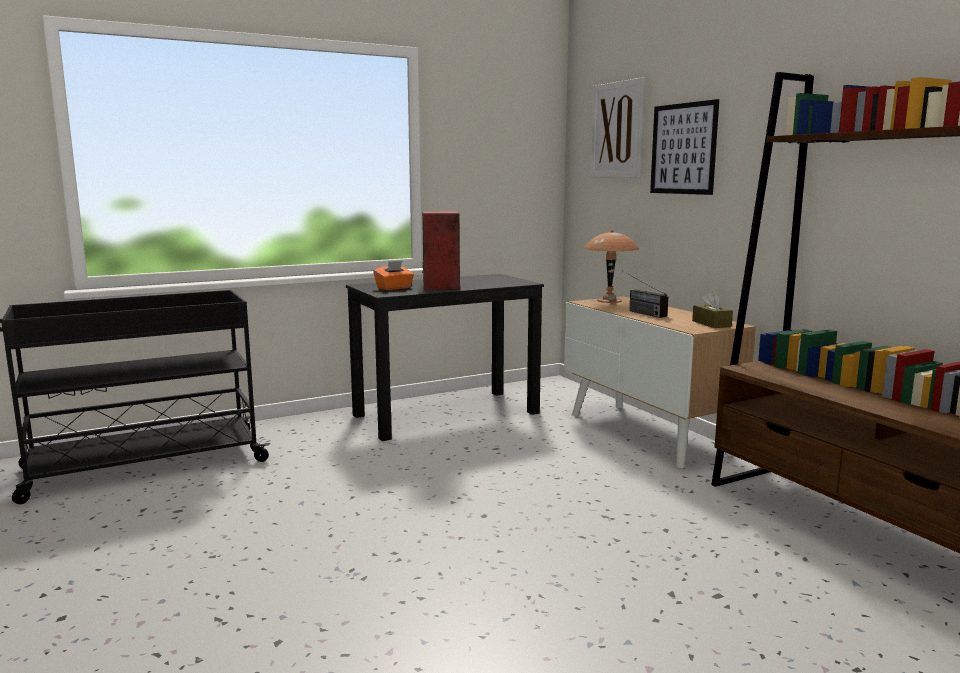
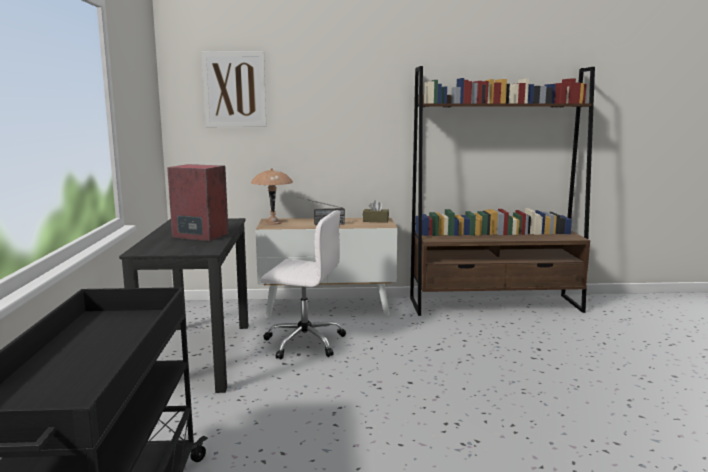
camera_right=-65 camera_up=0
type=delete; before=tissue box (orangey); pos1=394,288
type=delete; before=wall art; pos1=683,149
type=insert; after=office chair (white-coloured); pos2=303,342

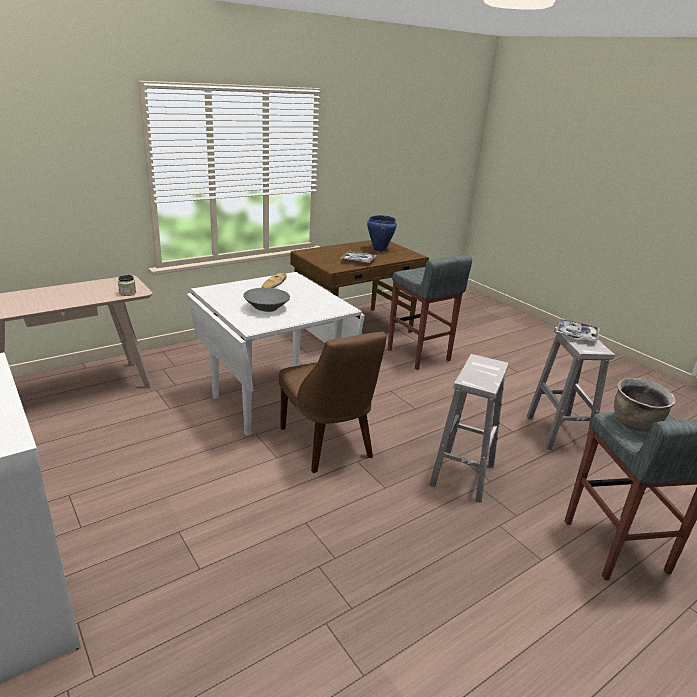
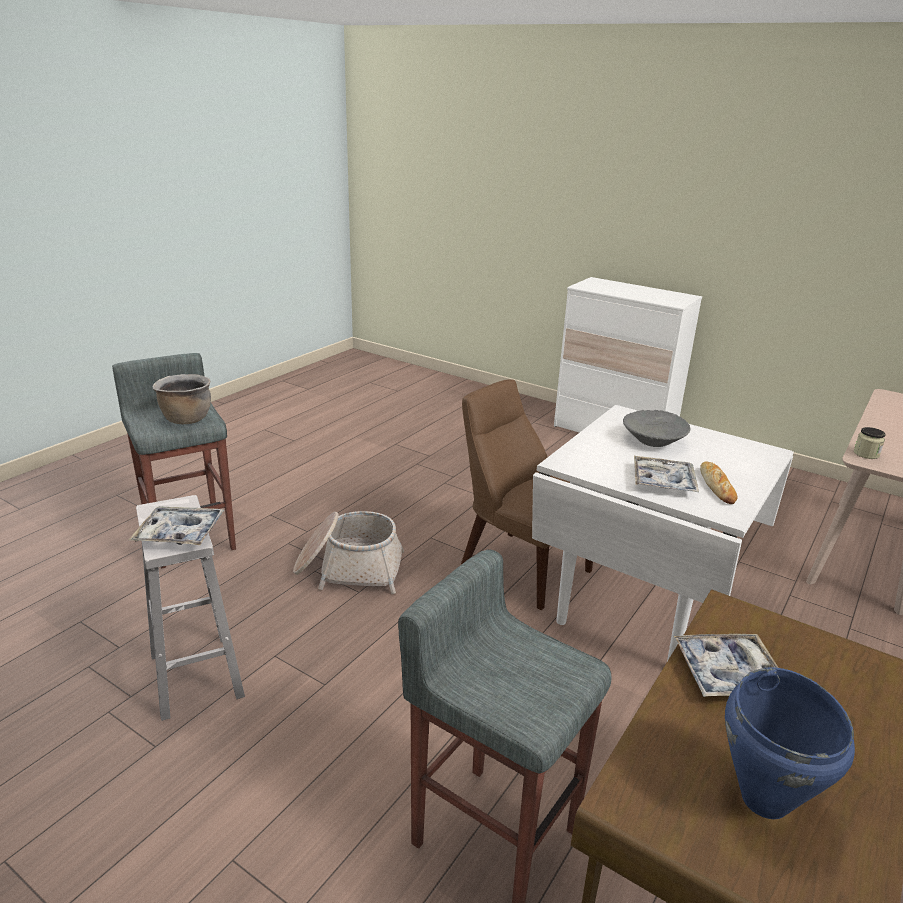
camera_right=160 camera_up=0
type=insert; after=carrying tray; pos2=663,481
type=replace; before=stool seat (white-coloured); after=storage basket; pos1=462,475; pos2=349,569

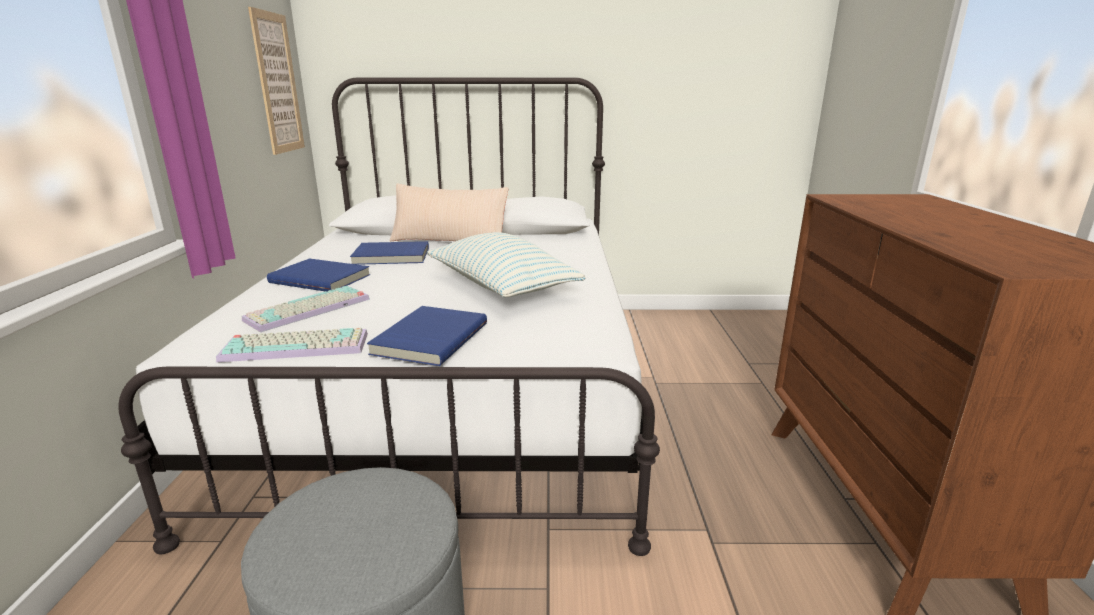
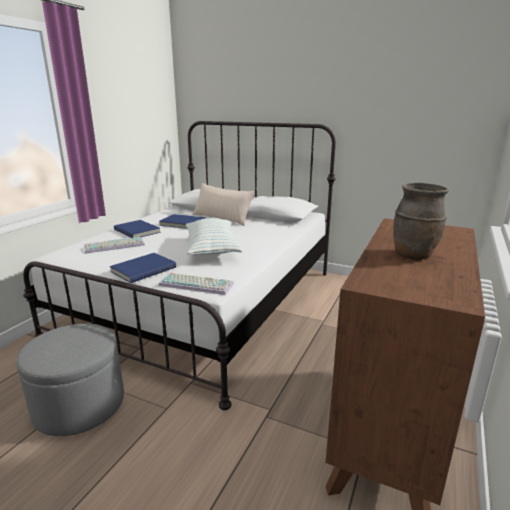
camera_right=25 camera_up=0
type=delete; before=wall art; pos1=278,84
type=insert; after=decorative vase (brown-coloured); pos2=413,255
type=move; before=PC keyboard; pos1=298,346; pos2=197,284

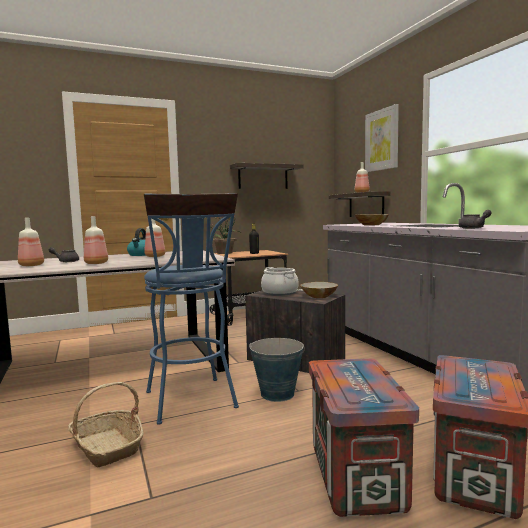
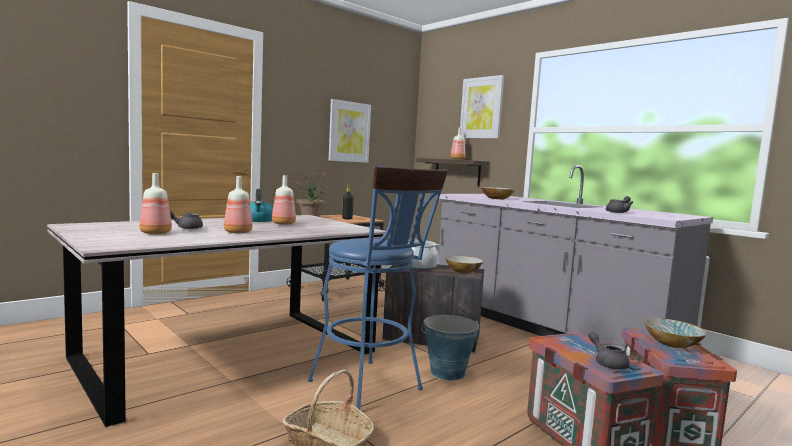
camera_right=-20 camera_up=0
type=insert; after=tea pot (grey); pos2=608,363
type=insert; after=deep dish; pos2=673,344
type=replace; before=shelf; after=wall art; pos1=263,177; pos2=349,132

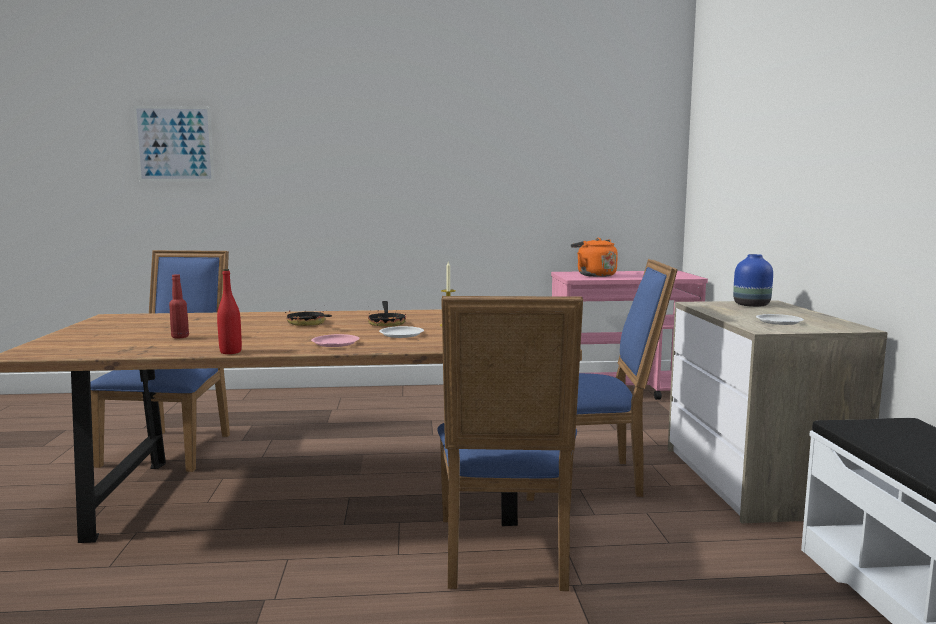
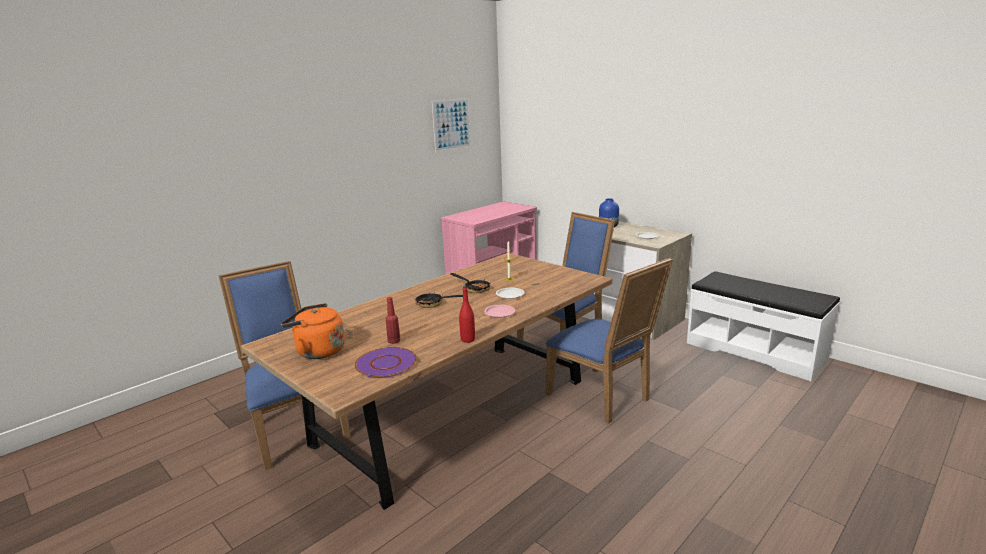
camera_right=-40 camera_up=10
type=insert; after=dinner plate (purple); pos2=386,363
type=move; before=wall art; pos1=174,144; pos2=452,124
type=move; before=water kettle (orangey); pos1=594,275; pos2=318,351

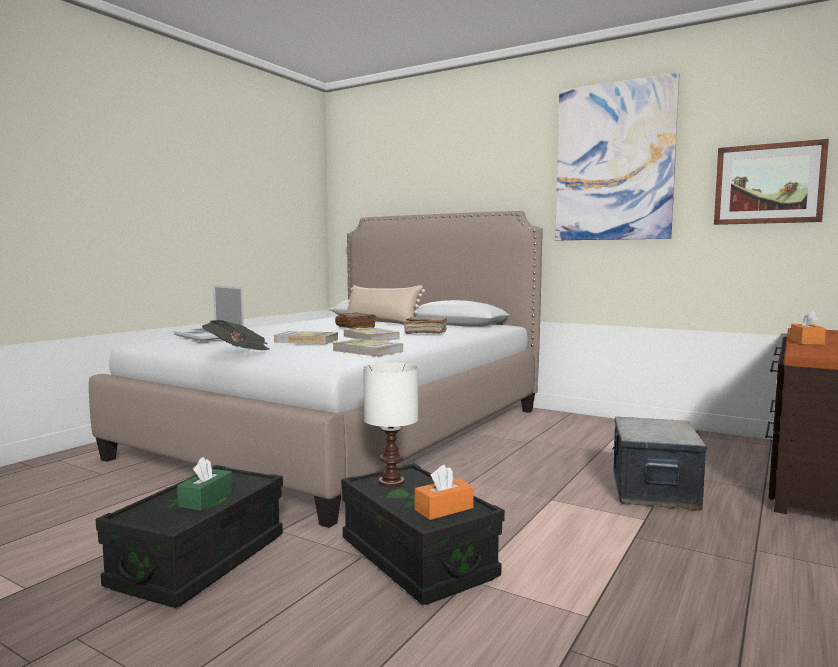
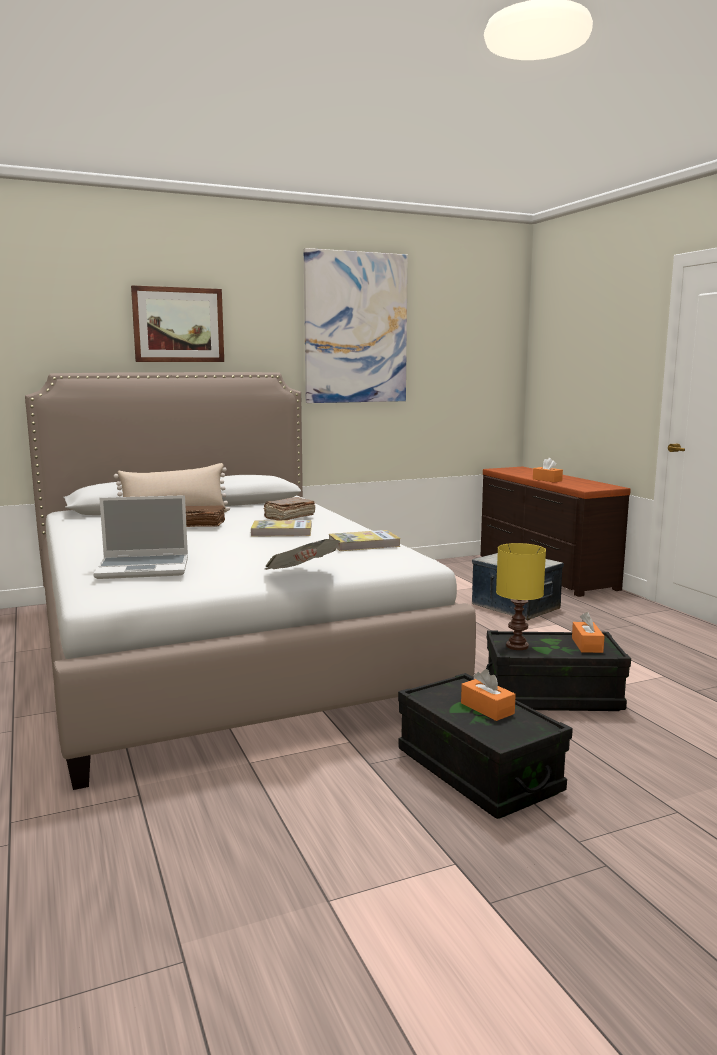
camera_right=-55 camera_up=5
type=delete; before=bound book; pos1=306,341
type=move; before=wall art; pos1=768,184; pos2=178,325
type=recolor; before=tissue box (green-coloured); after=tissue box (orangey); pos1=206,499; pos2=487,708
type=recolor; before=lamp for a table (white-coloured); after=lamp for a table (yellow-coloured); pos1=390,482; pos2=517,646

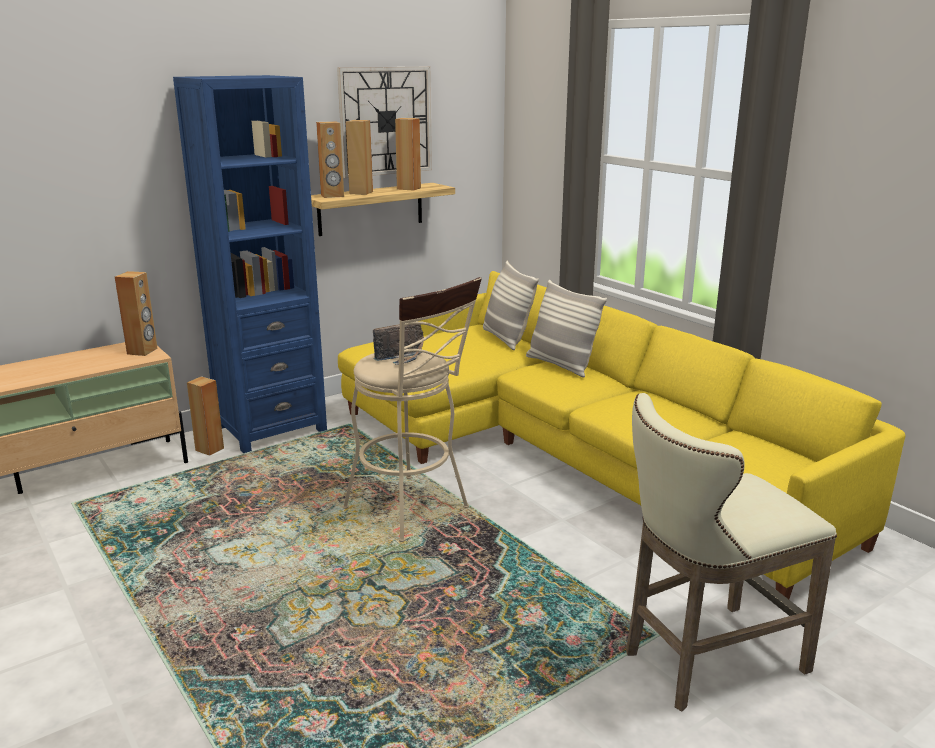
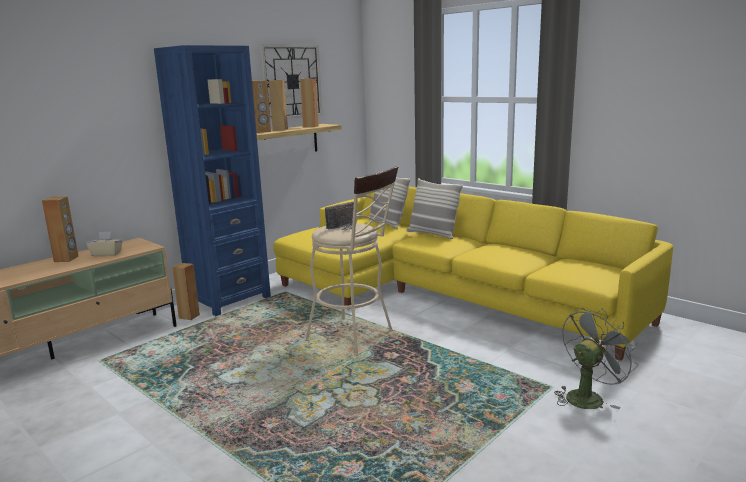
camera_right=-10 camera_up=-5
type=insert; after=tissue box (sand-coloured); pos2=107,254
type=move; before=loudspeaker (brown-coloured); pos1=142,351; pos2=66,259
type=replace; before=stool seat (sand-coloured); after=fan (grey); pos1=704,660; pos2=588,396

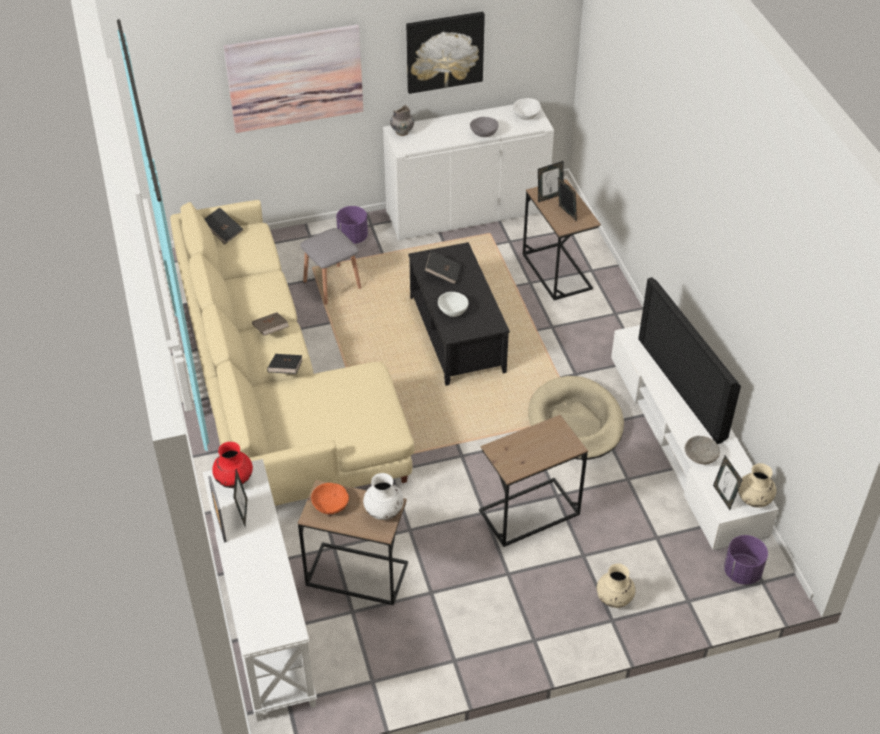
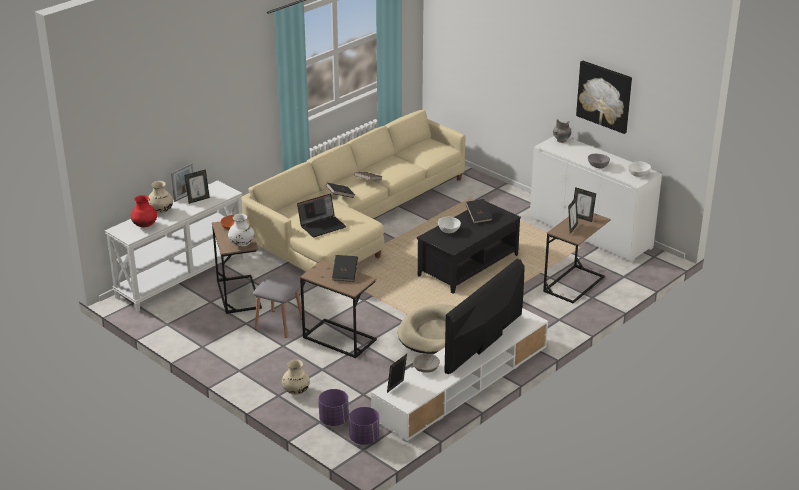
camera_right=60 camera_up=-15
type=delete; before=wall art; pos1=295,78
type=insert; after=portable computer; pos2=322,225
type=move; before=bound book (blackish); pos1=223,232; pos2=345,274
type=move; before=decorative vase (red-coloured); pos1=234,480; pos2=145,225
type=move; before=stool seat (grey); pos1=332,285; pos2=279,323
type=move; before=plant pot (purple); pos1=352,237; pos2=334,420
type=move; before=decorative vase (sand-coloured); pos1=754,500; pos2=161,211

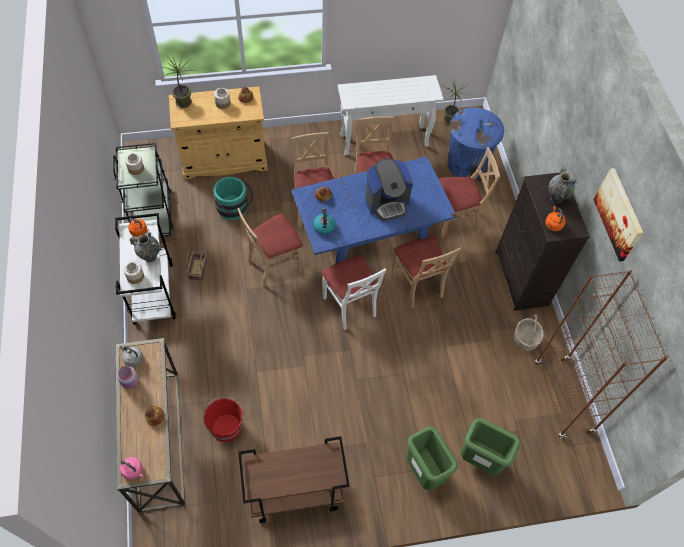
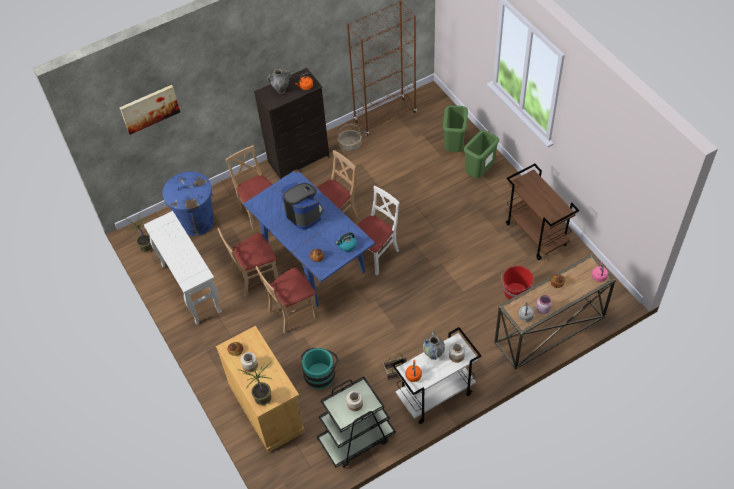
camera_right=-105 camera_up=-5
type=delete; before=upright chair (sand-coloured); pos1=274,264
type=move; before=wall art; pos1=619,214; pos2=149,108

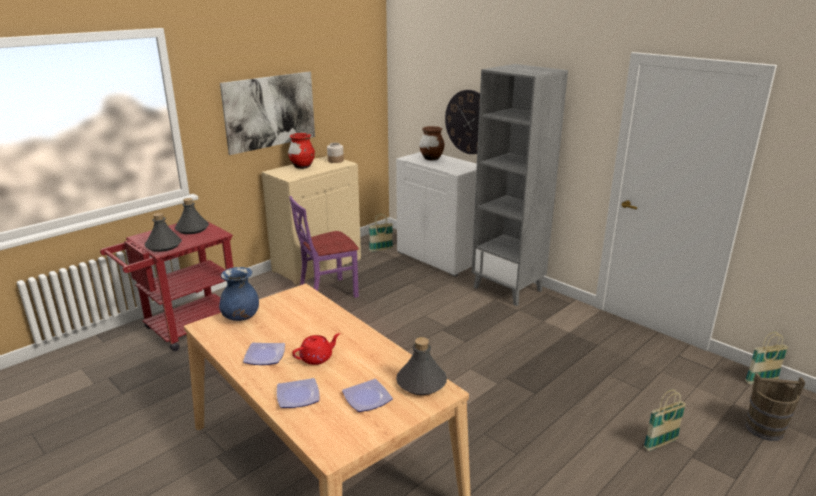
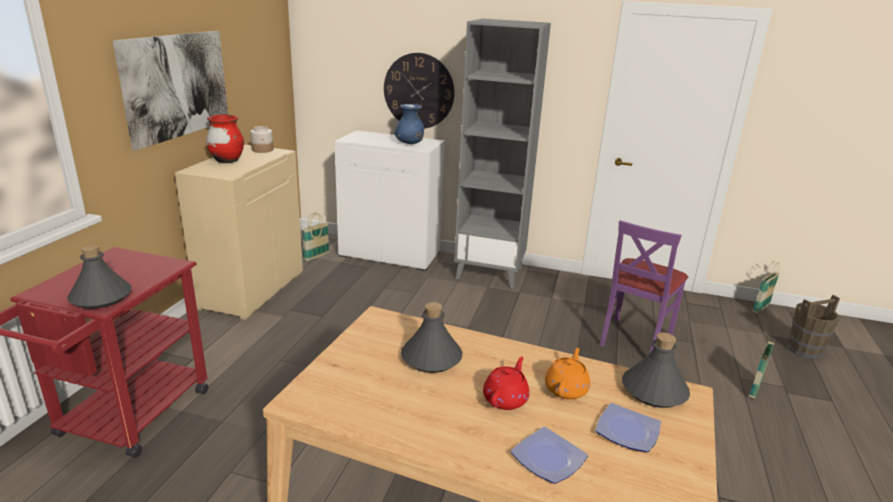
camera_right=-30 camera_up=0
type=delete; before=dinner plate; pos1=264,356
type=delete; before=decorative vase (brown-coloured); pos1=431,158
type=insert; after=tea pot (orangey); pos2=566,389
type=move; before=drink bottle (grey); pos1=192,229; pos2=431,358
type=move; before=decorative vase (blue); pos1=241,317; pos2=409,143
type=move; before=upright chair (purple); pos1=328,292; pos2=634,340

